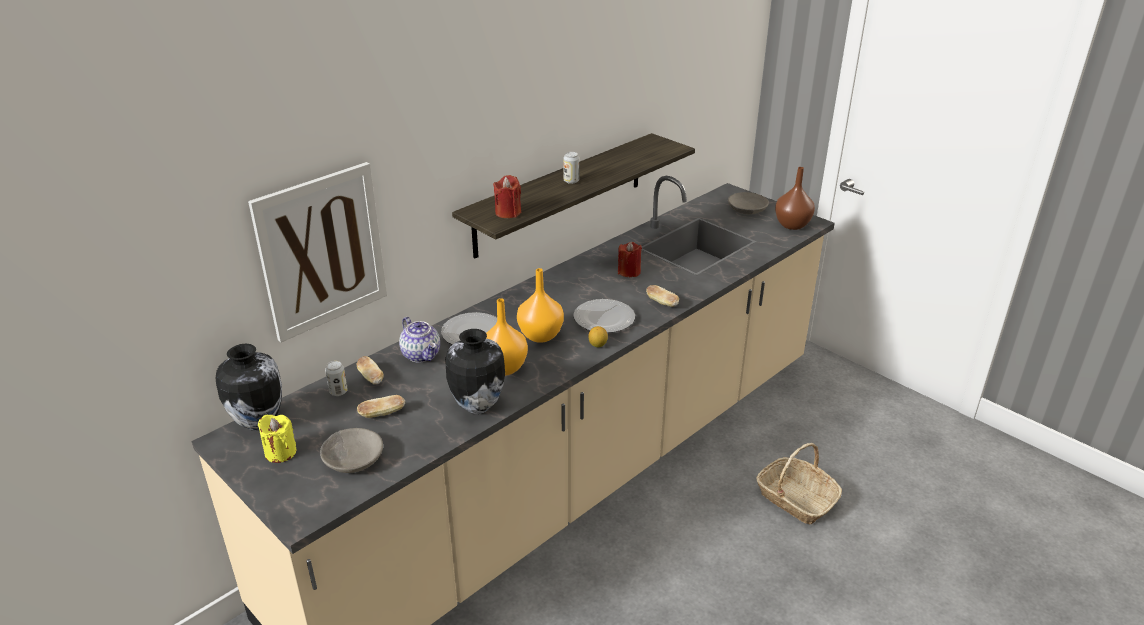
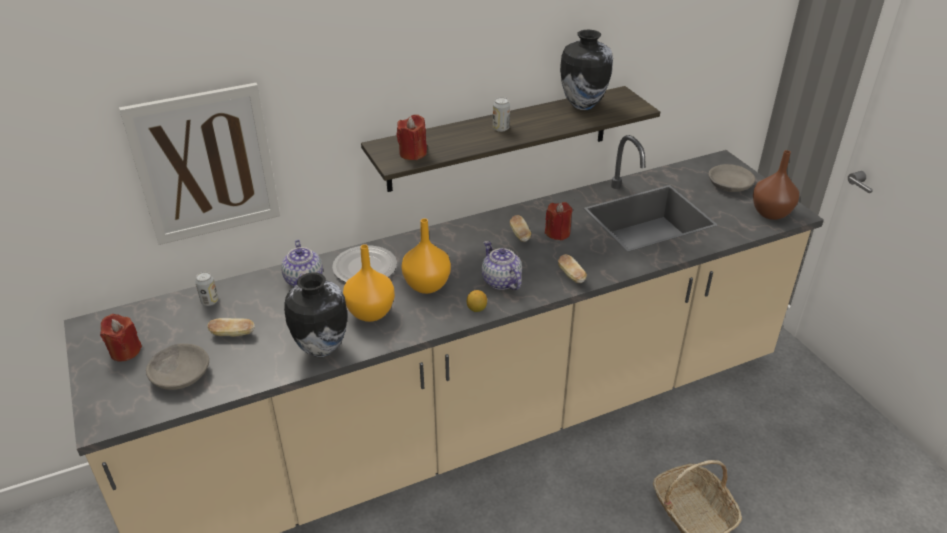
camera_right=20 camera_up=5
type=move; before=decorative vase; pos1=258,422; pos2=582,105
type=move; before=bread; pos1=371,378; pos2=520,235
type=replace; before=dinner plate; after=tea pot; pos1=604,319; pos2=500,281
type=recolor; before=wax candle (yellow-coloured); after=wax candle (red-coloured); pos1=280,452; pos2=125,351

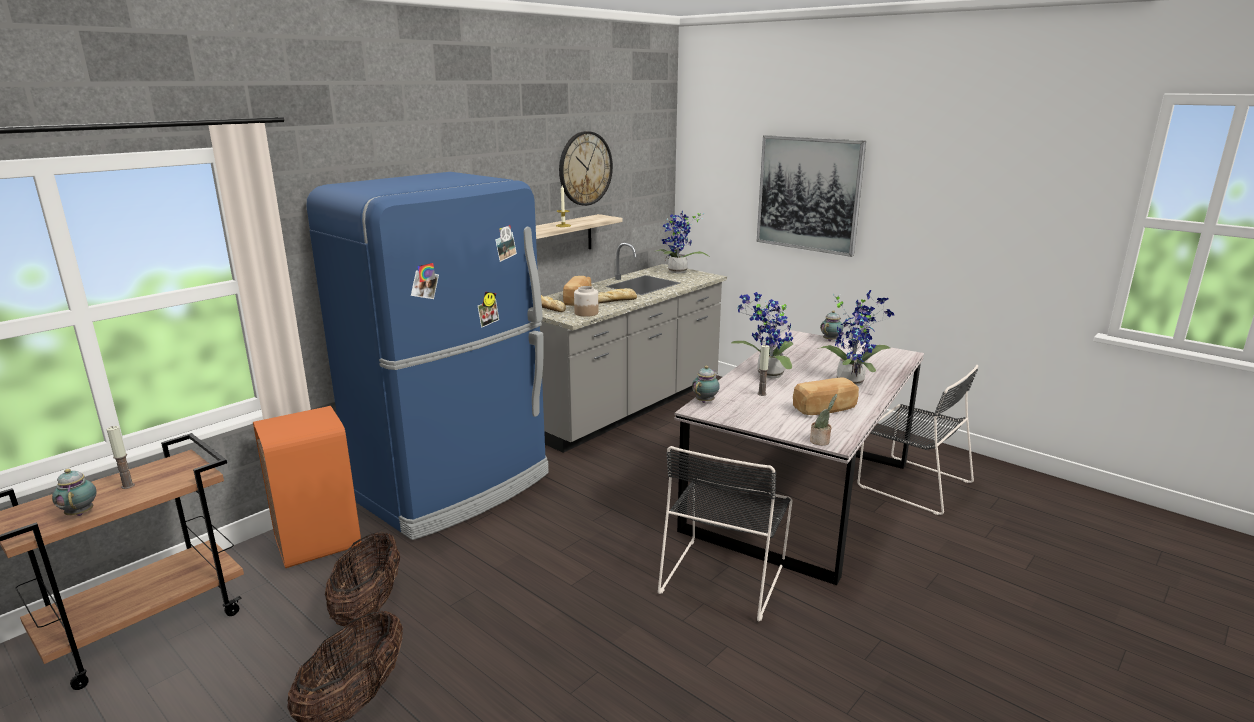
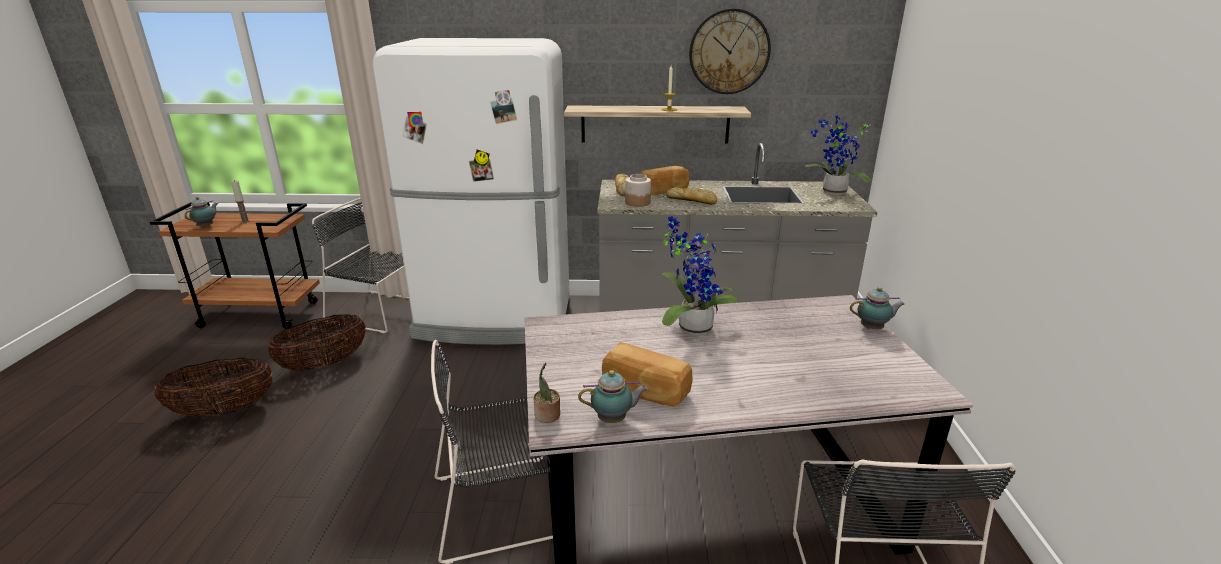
camera_right=50 camera_up=5
type=delete; before=wall art; pos1=809,194
type=delete; before=wax candle; pos1=762,394
type=delete; before=plant in a pot; pos1=852,381
type=move; before=tea pot; pos1=706,401; pos2=613,419
type=replace; before=rubbish bin (orangey); after=upright chair (blackish); pos1=317,542; pos2=380,312
type=recolor; before=refrigerator (blue); after=refrigerator (white-coloured); pos1=455,487; pos2=496,318

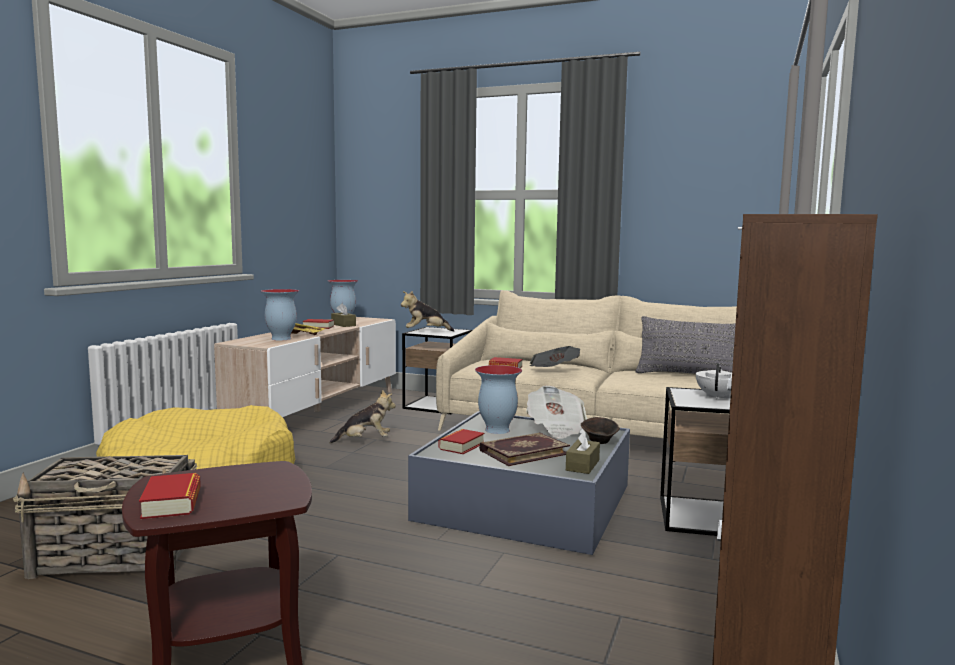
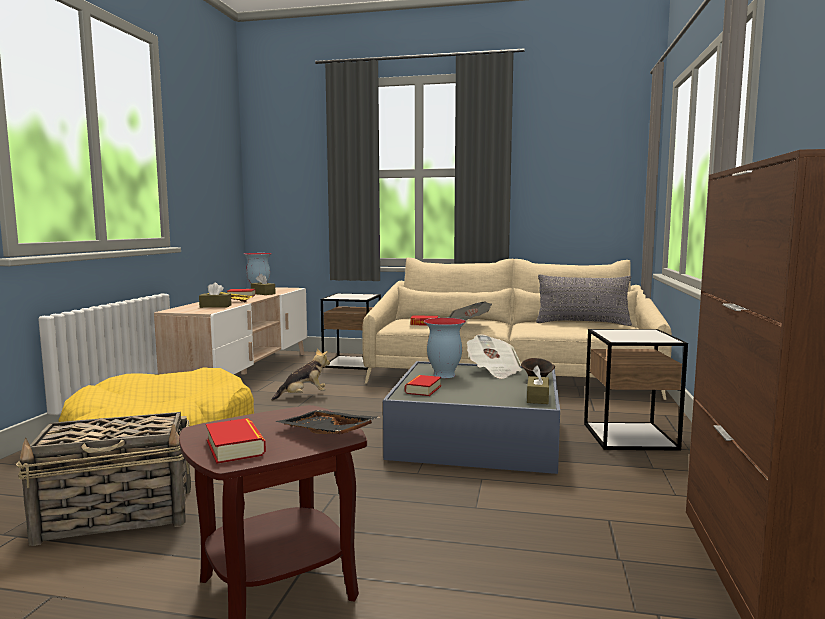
camera_right=-10 camera_up=0
type=delete; before=soft toy; pos1=425,332
type=delete; before=bound book; pos1=523,452
type=delete; before=tea pot (white-coloured); pos1=717,397
type=insert; after=carrying tray (blackish); pos2=325,434
type=replace; before=decorative vase; after=tissue box (brown-coloured); pos1=280,339; pos2=215,306

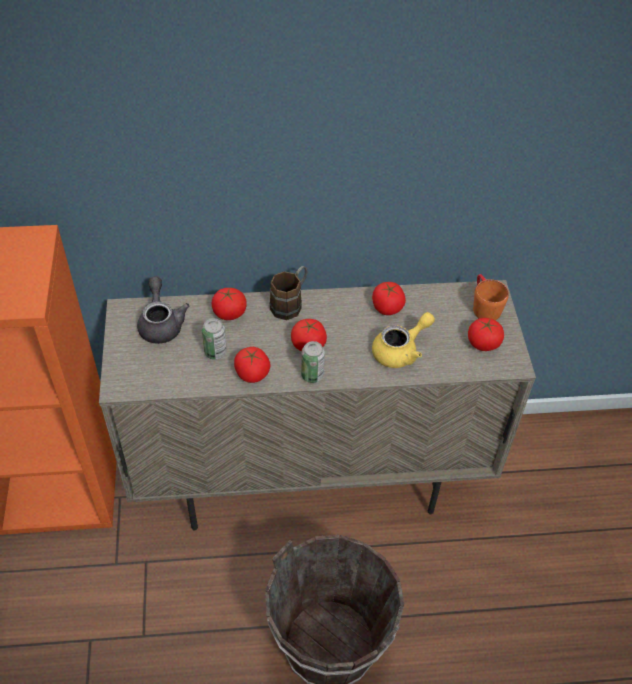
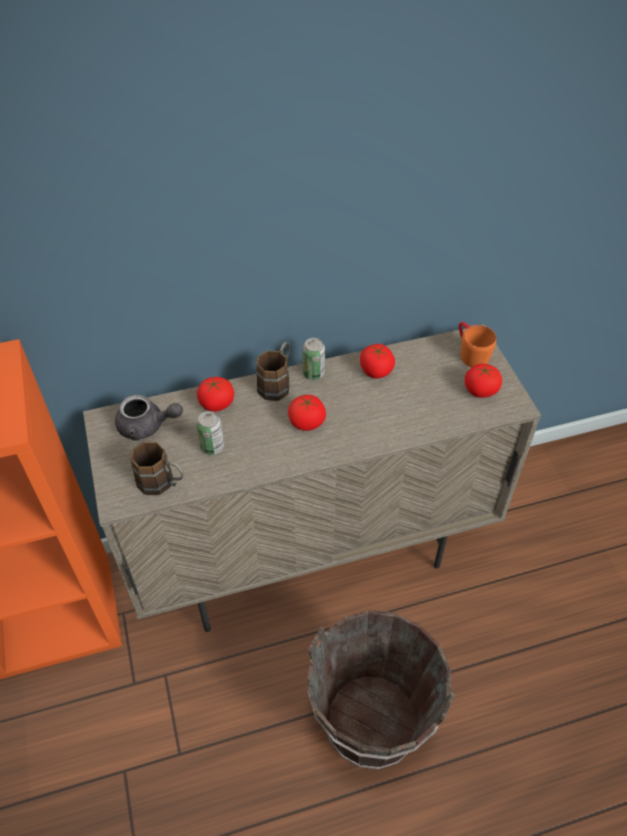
camera_right=-10 camera_up=0
type=delete; before=whole tomato; pos1=252,374
type=delete; before=tea pot (yellow-coloured); pos1=400,351
type=insert; after=coffee mug (brown-coloured); pos2=162,483
type=move; before=sealed can; pos1=312,375; pos2=313,373
type=rotate; before=tea pot (grey); pos1=161,323; pos2=147,426; turn=120

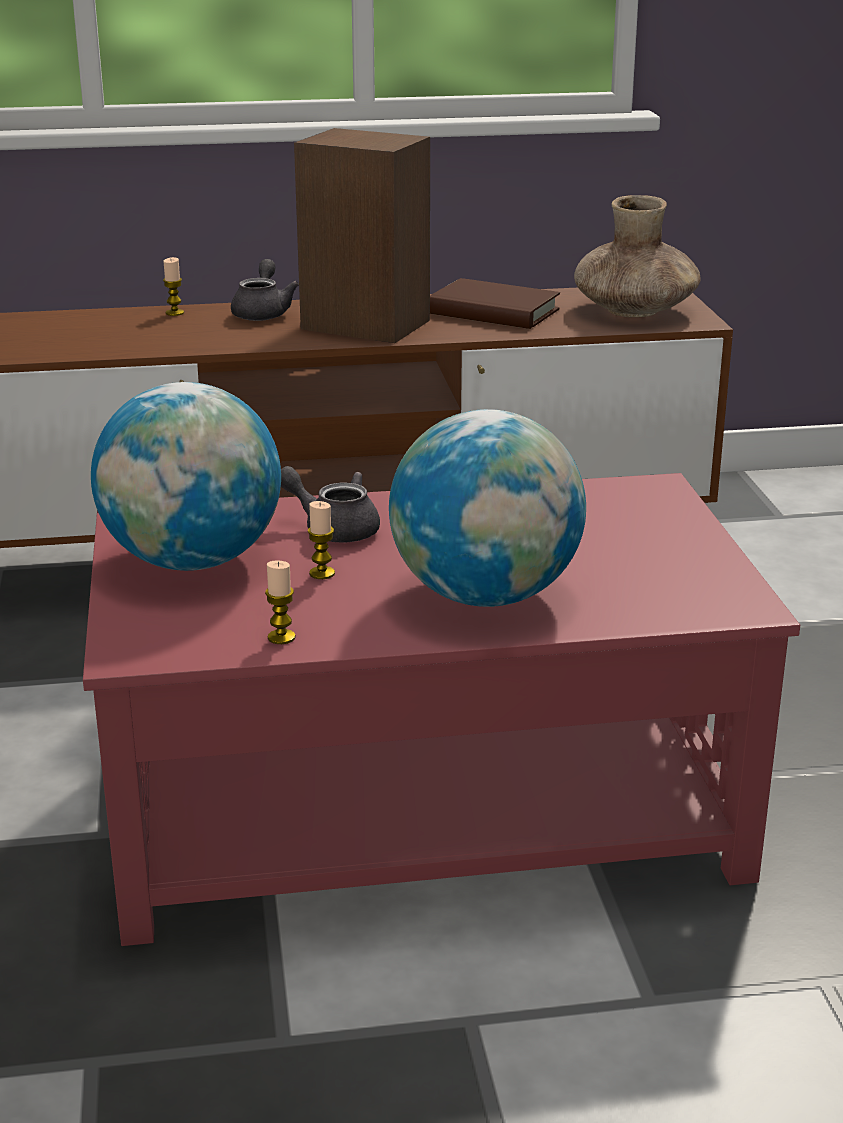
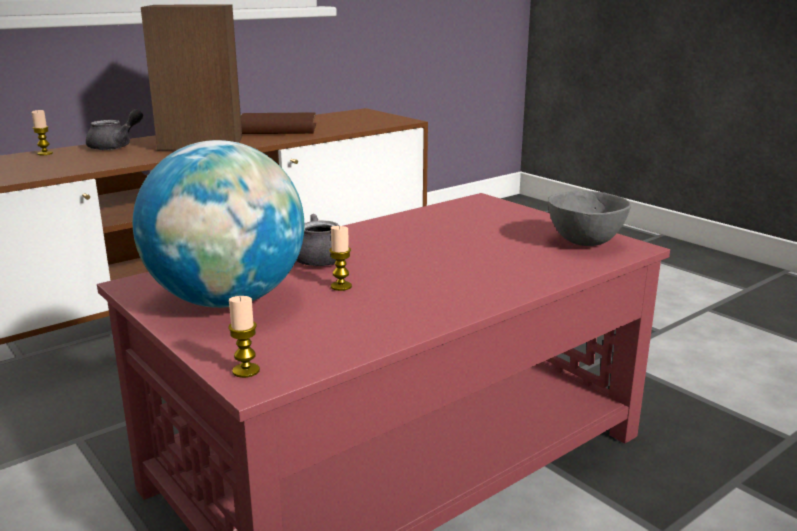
camera_right=-30 camera_up=-5
type=delete; before=globe; pos1=485,595
type=delete; before=decorative vase (brown-coloured); pos1=634,311
type=insert; after=deep dish (grey); pos2=584,242
type=move; before=wax candle; pos1=281,637; pos2=246,371
type=rotate; before=tea pot (grey); pos1=263,312; pos2=116,146; turn=60

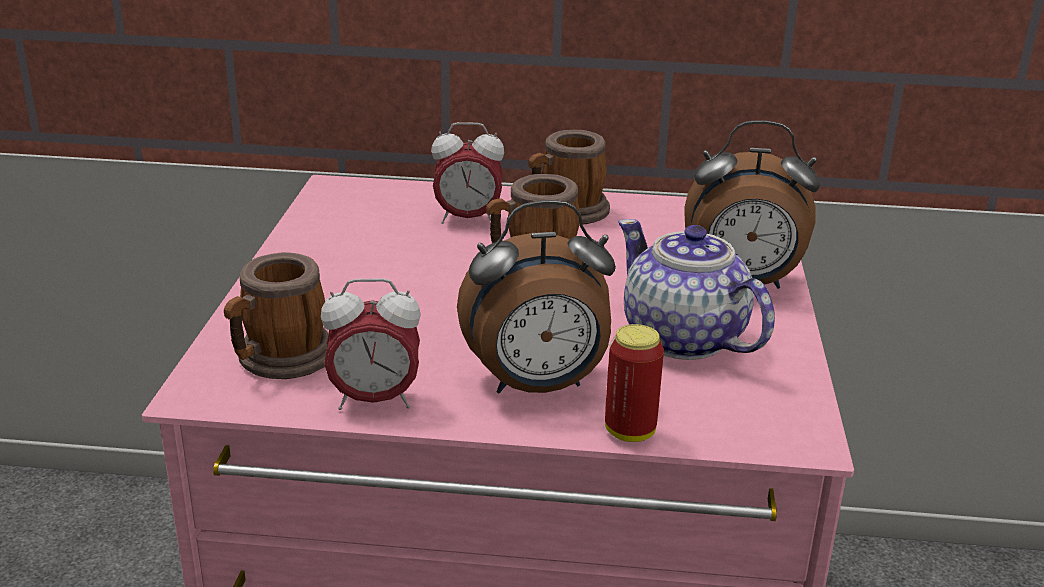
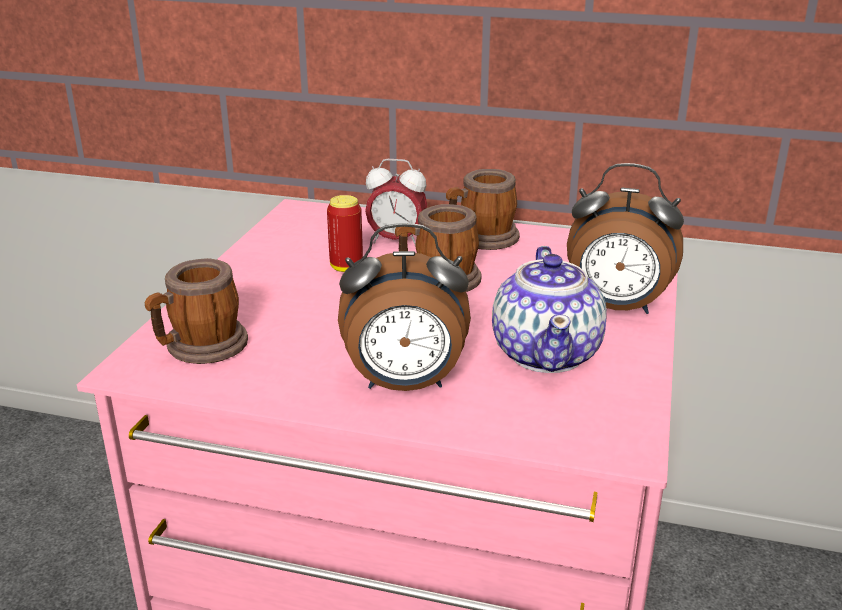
camera_right=10 camera_up=0
type=delete; before=bedside clock; pos1=374,400
type=move; before=sealed can; pos1=630,432; pos2=346,268
type=rotate; before=tea pot; pos1=684,339; pos2=547,353; turn=-150

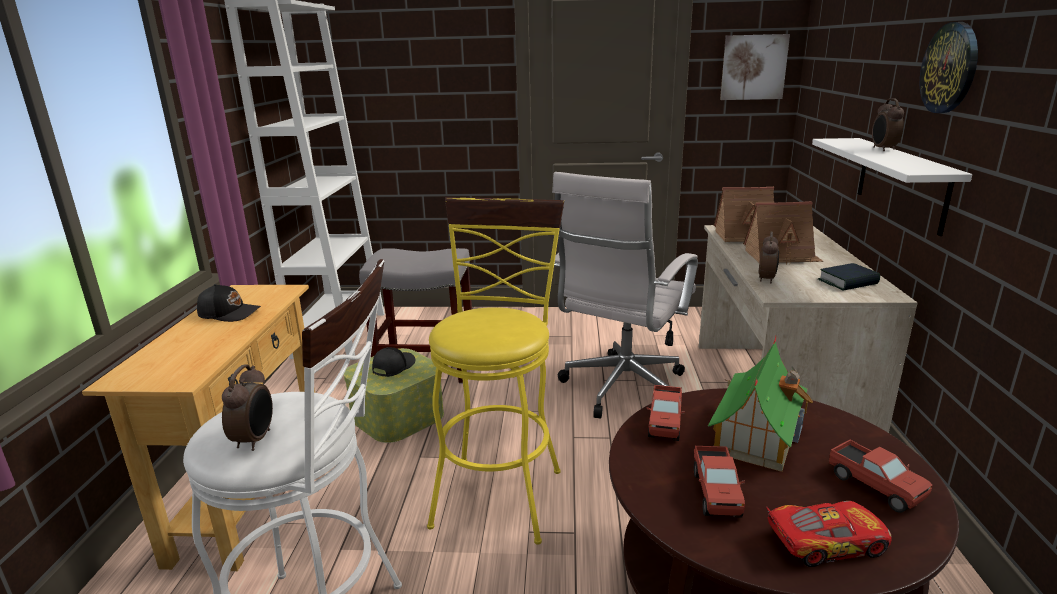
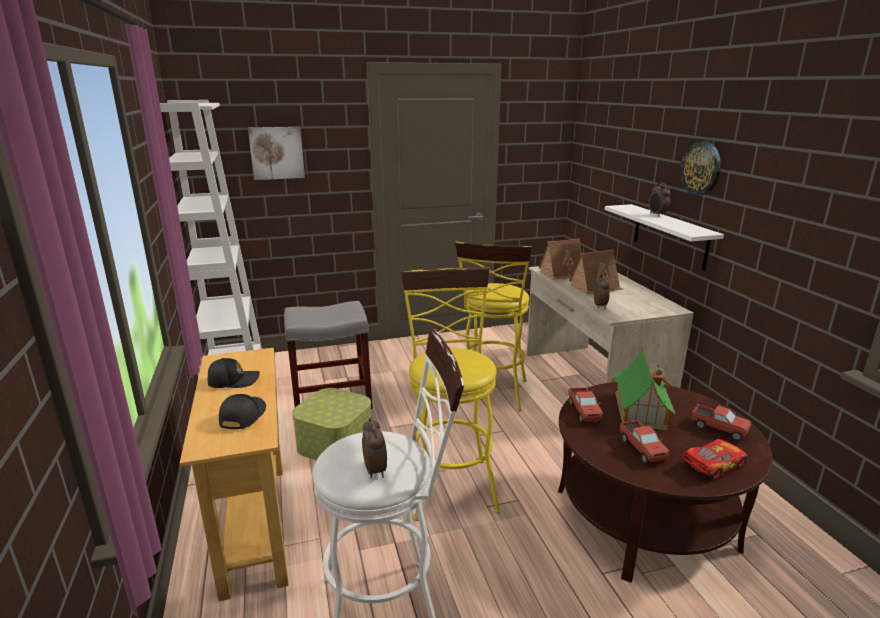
camera_right=-20 camera_up=0
type=delete; before=bound book; pos1=848,282
type=move; before=peaked cap (blackish); pos1=393,367; pos2=242,416
type=move; before=wall art; pos1=753,67; pos2=277,153
type=replace; before=office chair (white-coloured); after=stool seat (yellow-coloured); pos1=621,390; pos2=491,395

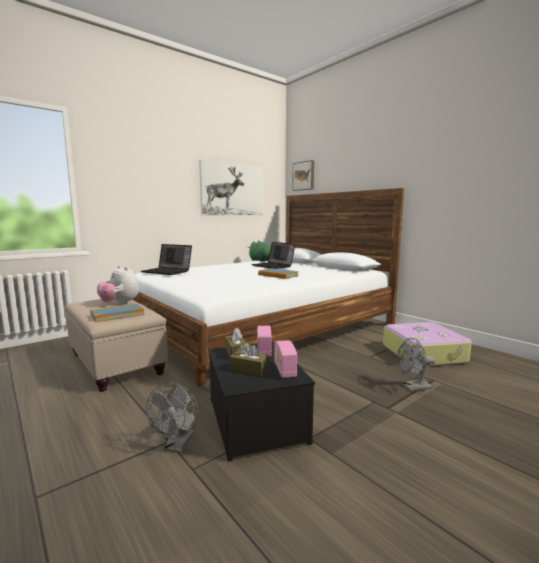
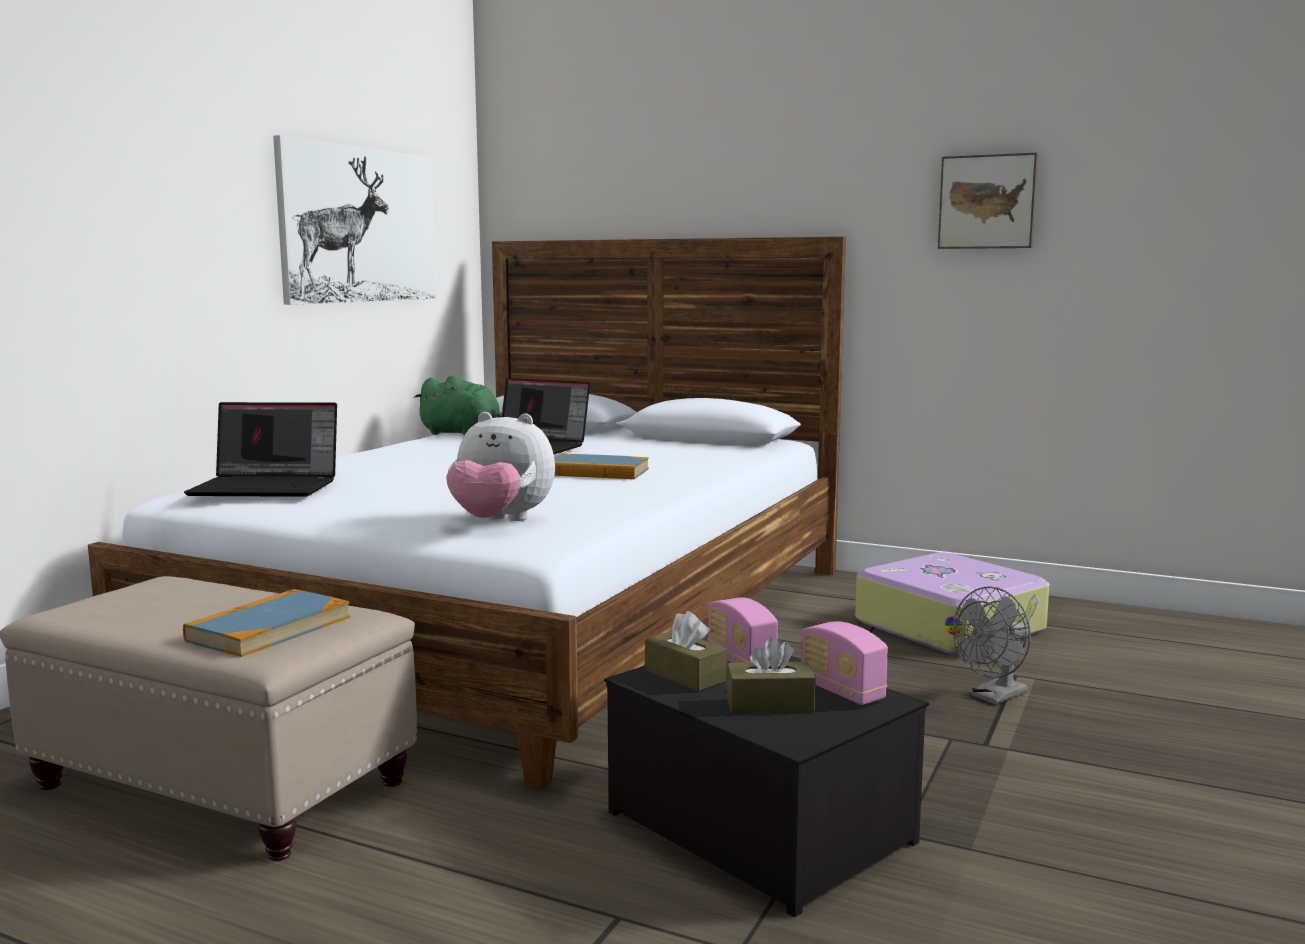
camera_right=-25 camera_up=0
type=delete; before=fan (grey); pos1=177,446
type=move; before=soft toy; pos1=120,303; pos2=500,522
type=move; before=wall art; pos1=304,176; pos2=987,202

